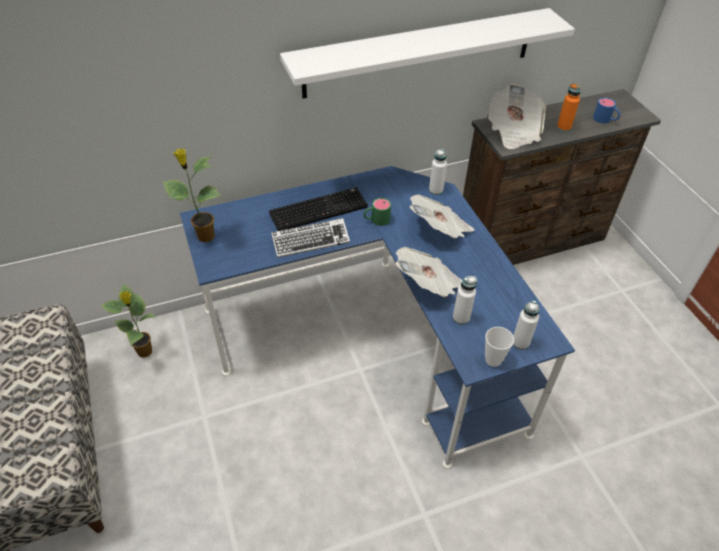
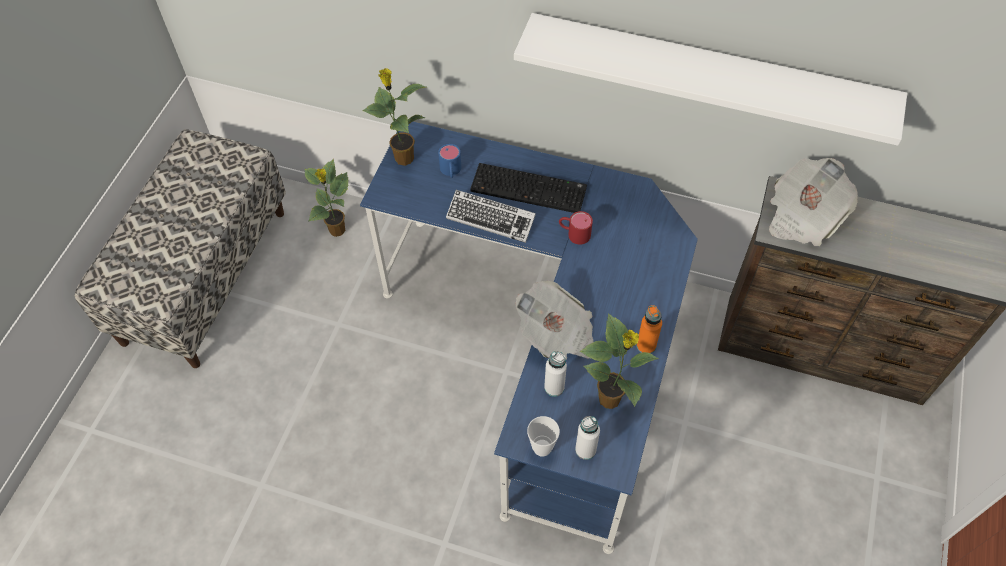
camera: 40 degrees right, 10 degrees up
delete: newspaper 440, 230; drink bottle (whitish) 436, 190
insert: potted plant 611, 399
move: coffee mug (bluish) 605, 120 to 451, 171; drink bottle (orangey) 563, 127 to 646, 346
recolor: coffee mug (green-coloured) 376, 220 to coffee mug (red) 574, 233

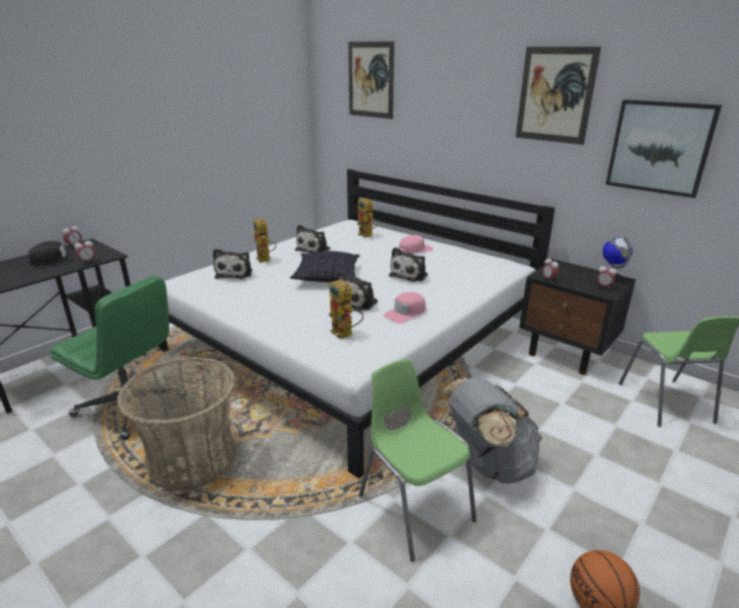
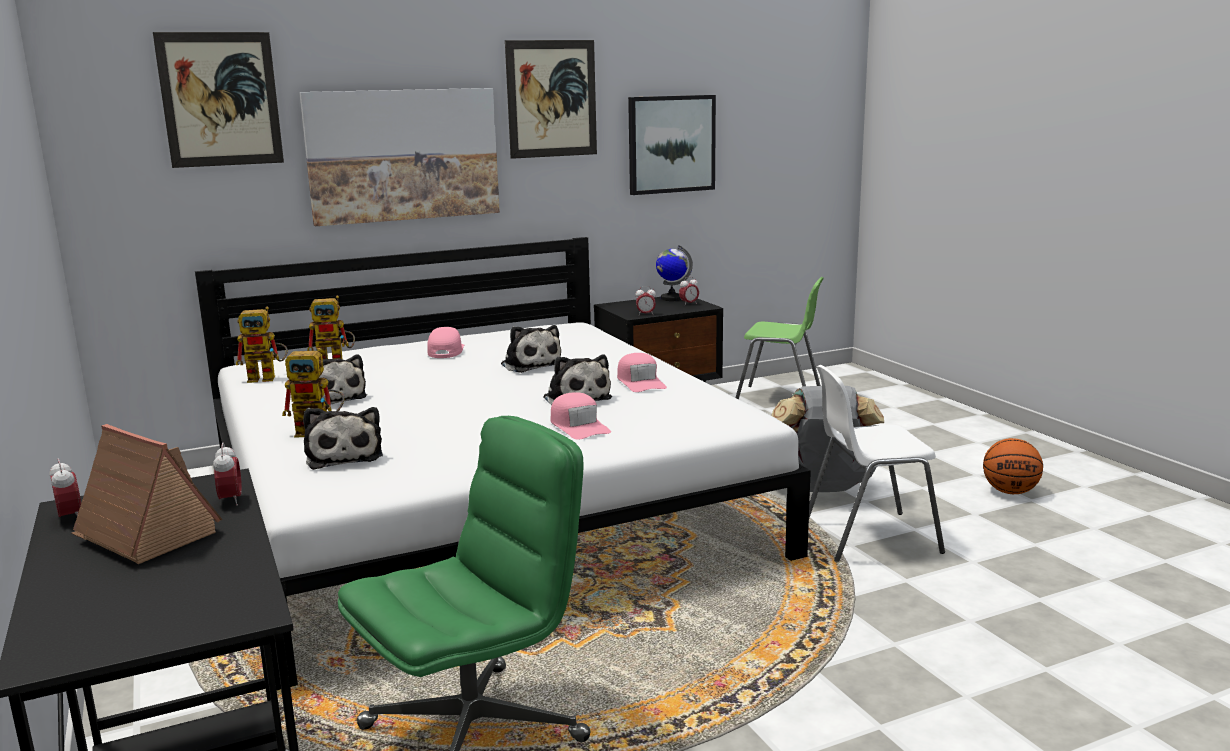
camera: 65 degrees left, 10 degrees down
delete: basket 192, 459; cushion 327, 277
insert: wall art 403, 155; baseball cap (pinkish) 578, 426
move: robot figure 345, 334 to 268, 378
replace: baseball cap (blackish) 55, 259 to miniature house 145, 534
recolor: chair (green-coloured) 414, 508 to chair (whitish) 868, 537
rotate: cuddly toy 235, 273 = 344, 456 45 degrees clockwise

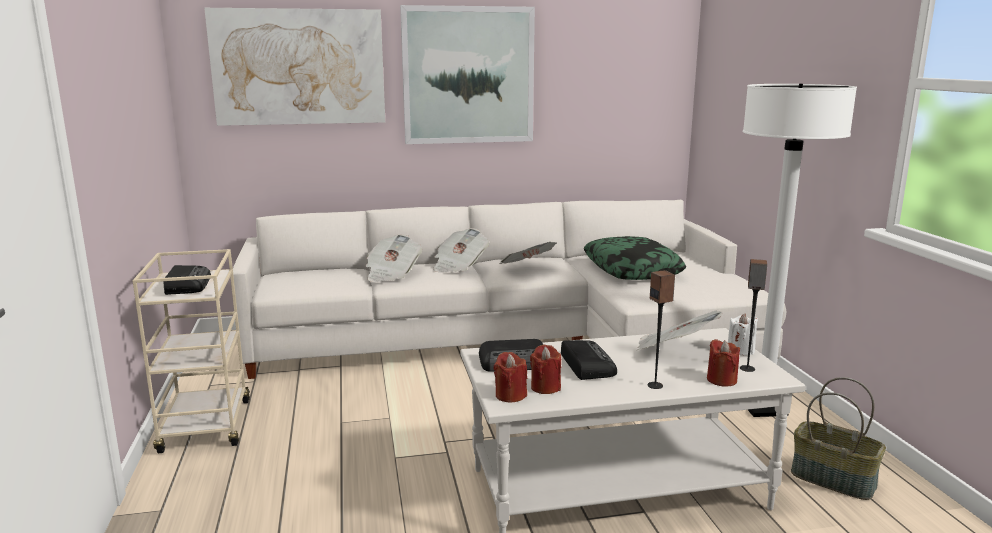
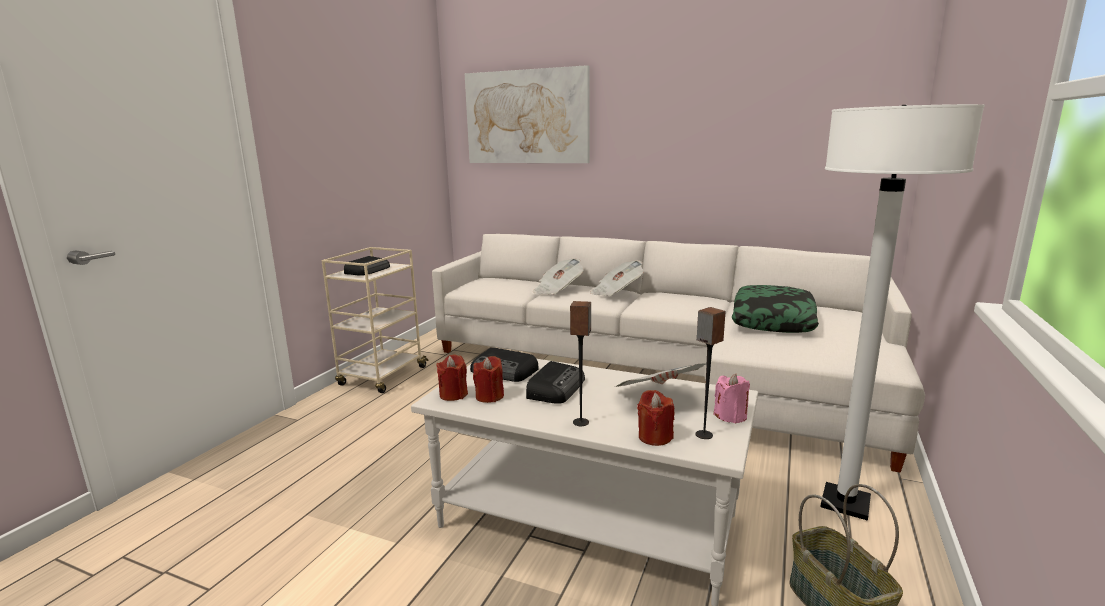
camera: 35 degrees right, 0 degrees up
delete: wall art 468, 75; newspaper 527, 268
recolor: wax light (whitish) 740, 350 to wax light (pinkish) 730, 416

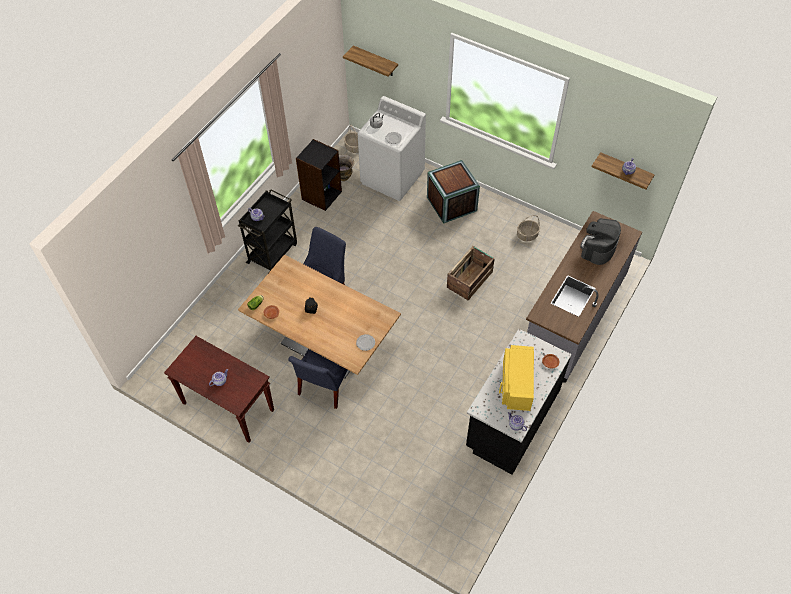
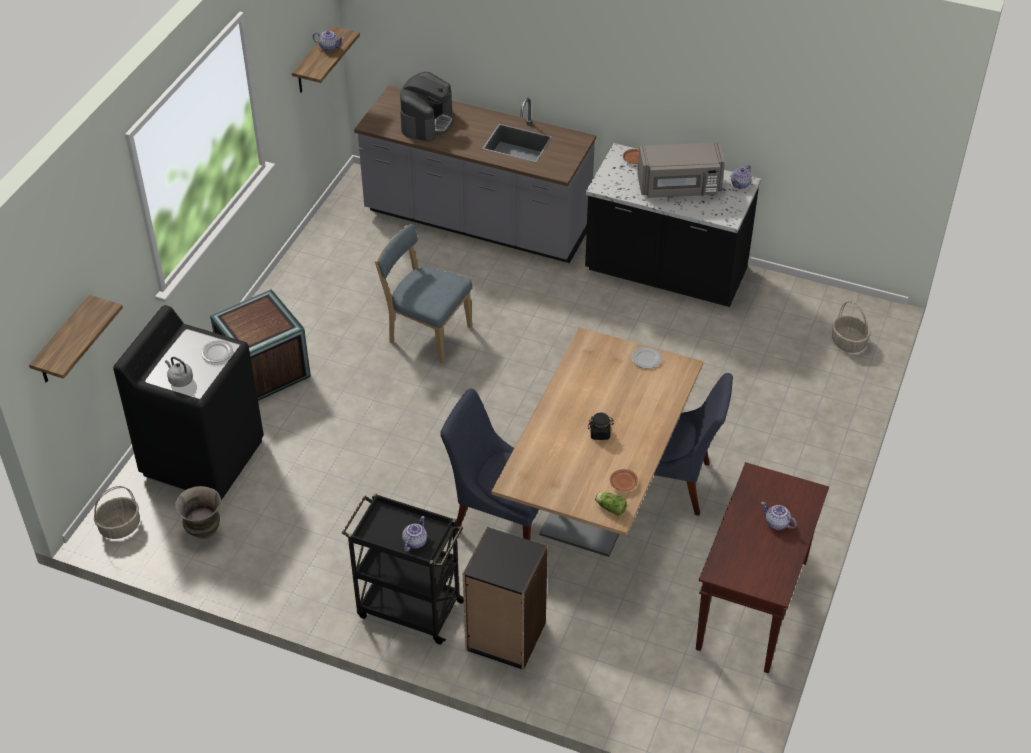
camera: 100 degrees left, 10 degrees down
move: bookcase (blackish) 321, 195 to 505, 637; basket 527, 235 to 849, 342
replace: crate 470, 279 to chair (bluish) 426, 333
recolor: laundry appliance (whitish) 392, 177 to laundry appliance (blackish) 203, 456; kitchen microwave (yellow-coloured) 516, 385 to kitchen microwave (gray) 679, 187
rotate: coffee machine 598, 248 = 427, 122 90 degrees counterclockwise

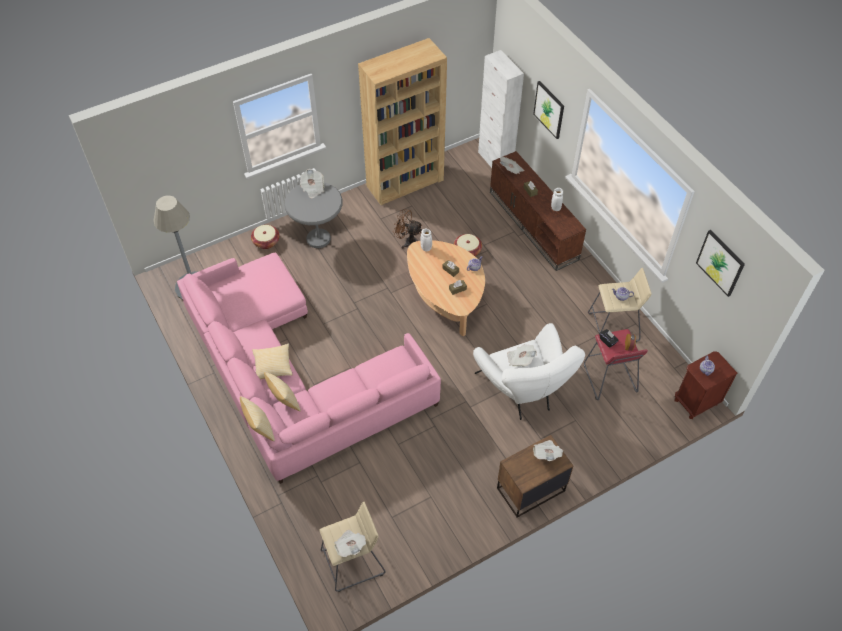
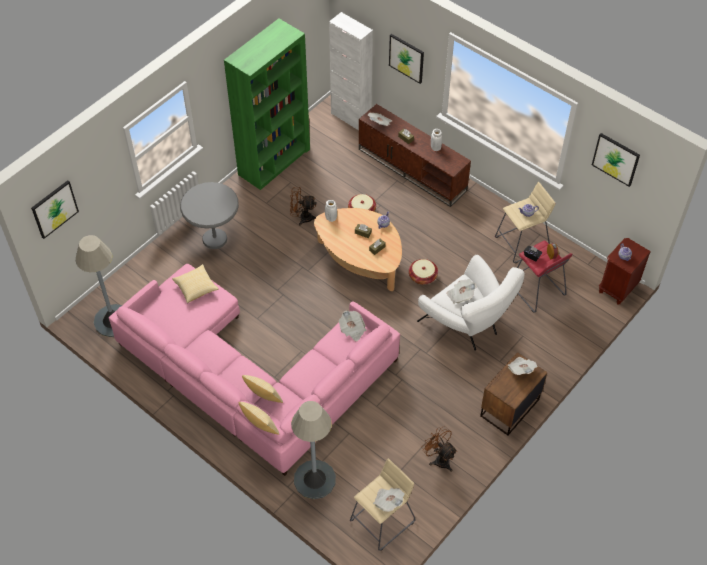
camera: 20 degrees left, 0 degrees up
insert: wall art 54, 209; standing lamp (gray) 314, 479; fan (brown) 439, 459
move: cushion 273, 366 to 196, 288; newspaper 313, 188 to 352, 330; basket 266, 242 to 422, 276
recolor: bookcase (brown) 405, 183 to bookcase (green-coloured) 274, 162

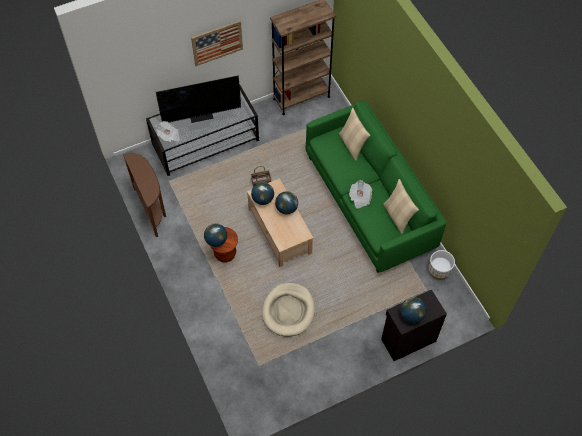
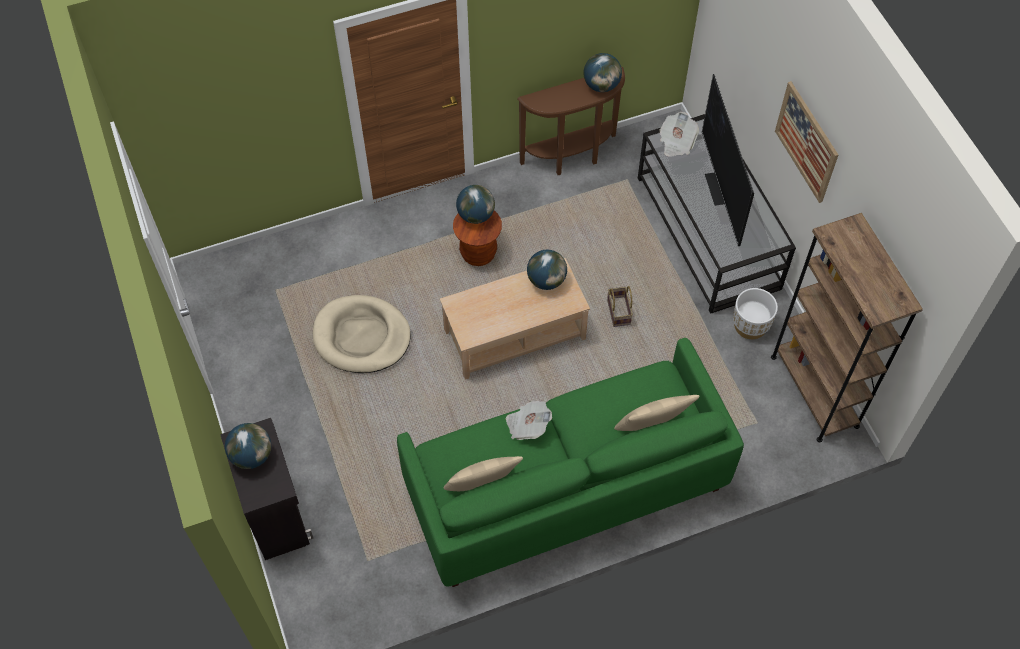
camera: 95 degrees right, 0 degrees up
move: desk globe 286, 209 to 601, 85; flower pot (whitish) 439, 271 to 750, 325

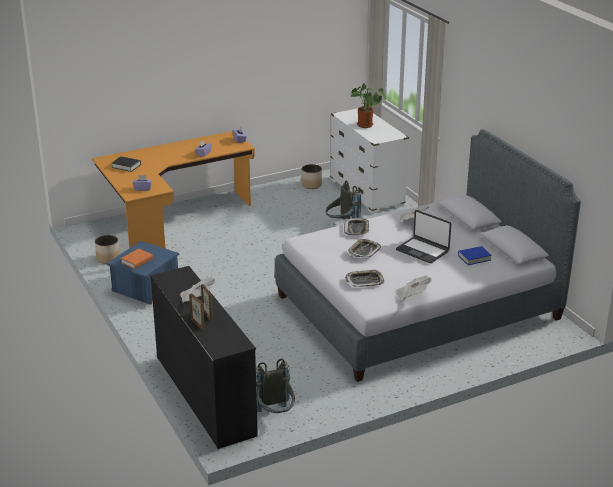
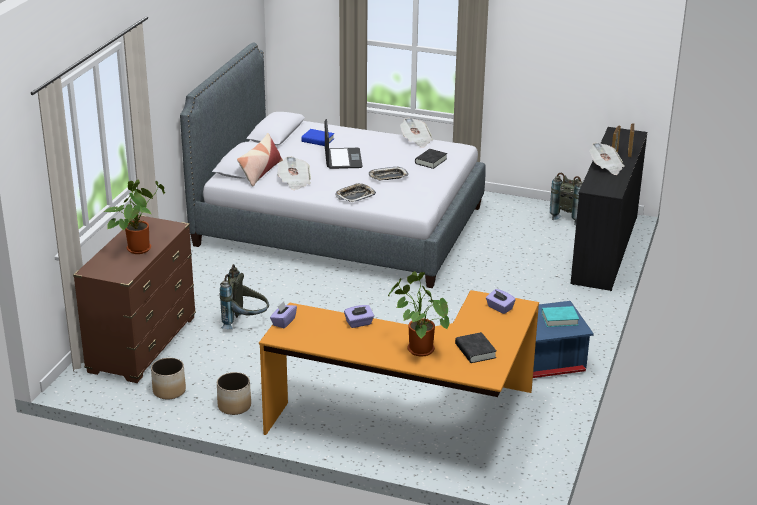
camera: 135 degrees left, 0 degrees up
insert: cushion 260, 172; potted plant 417, 349
move: flower pot 108, 258 to 234, 406
replace: carrying tray 364, 281 to book (blackish) 430, 161
recolor: dresser (whitish) 367, 193 to dresser (brown) 142, 345; book (orangey) 137, 261 to book (turquoise) 559, 319

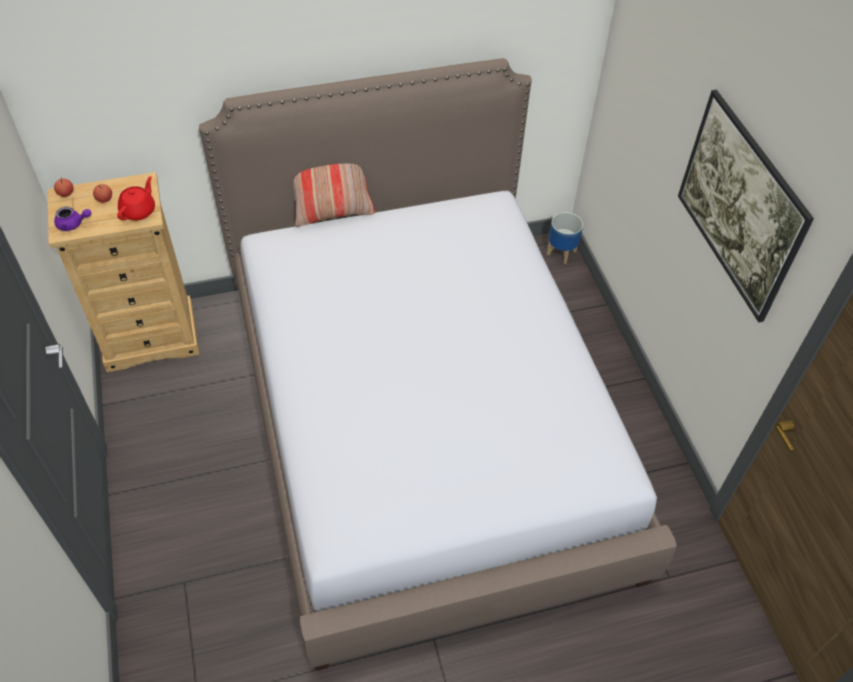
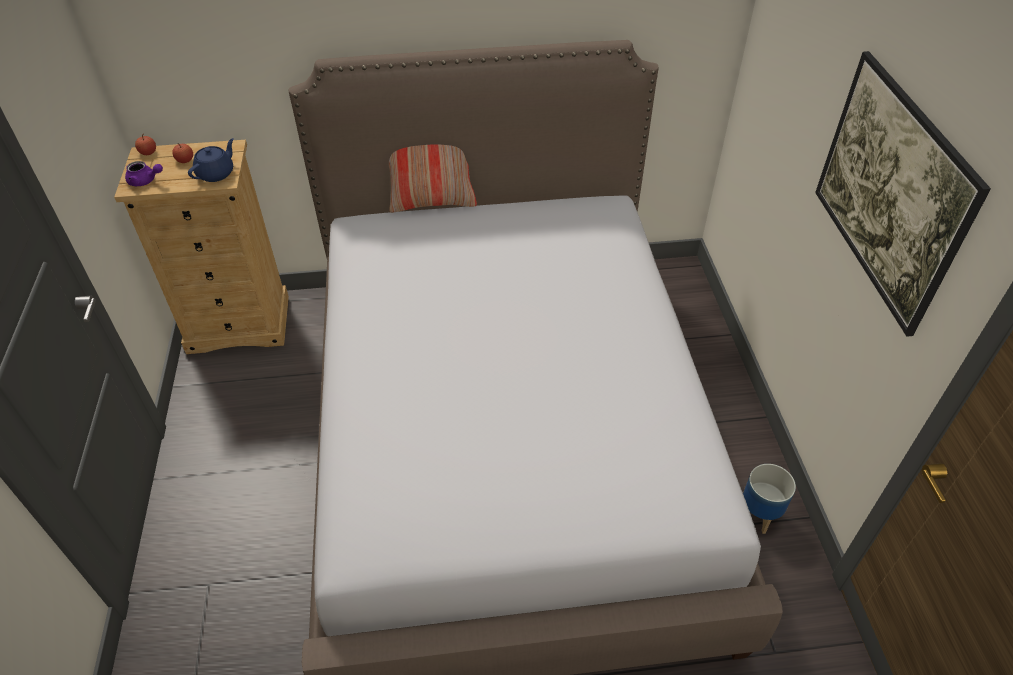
camera: 10 degrees right, 5 degrees down
move: flower pot 561, 253 to 759, 515
recolor: teapot (red) 139, 211 to teapot (bluish) 216, 173

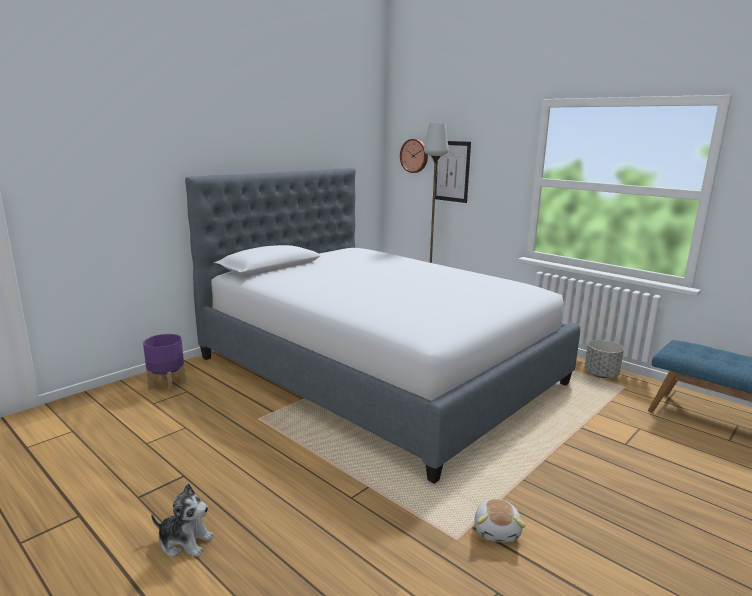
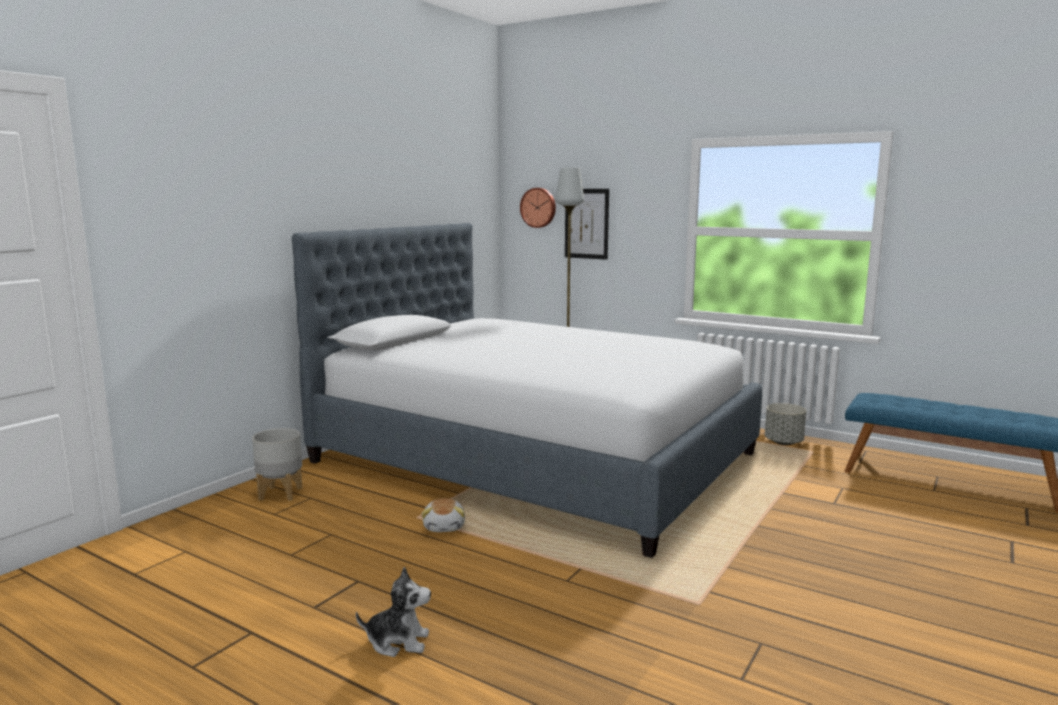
camera: 10 degrees left, 5 degrees down
move: cuddly toy 497, 530 to 445, 526
recolor: flower pot (purple-coloured) 167, 385 to flower pot (gray) 280, 493

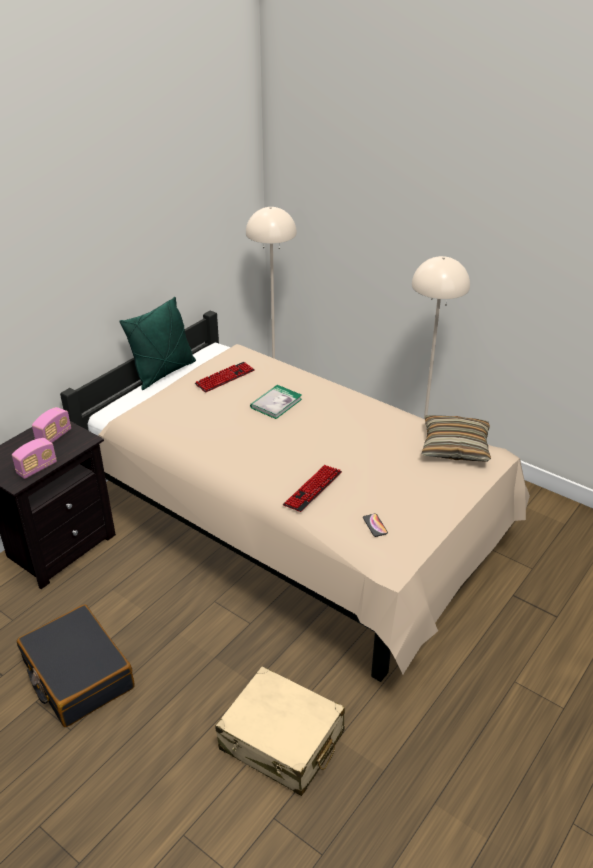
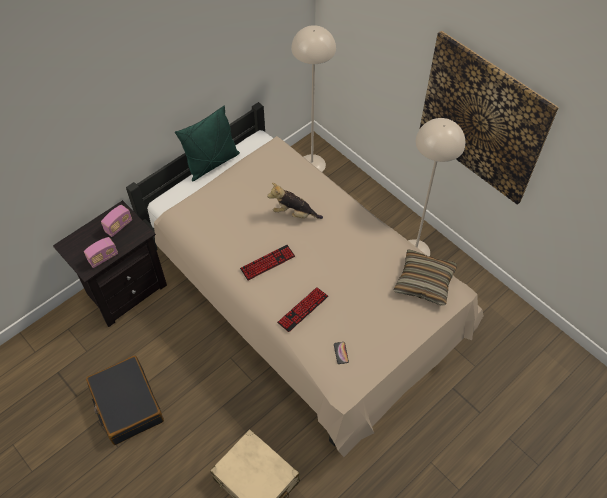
camera: 10 degrees right, 20 degrees up
insert: wall art 482, 119
move: PC keyboard 225, 378 to 267, 263
replace: book 276, 403 to cuddly toy 294, 213

